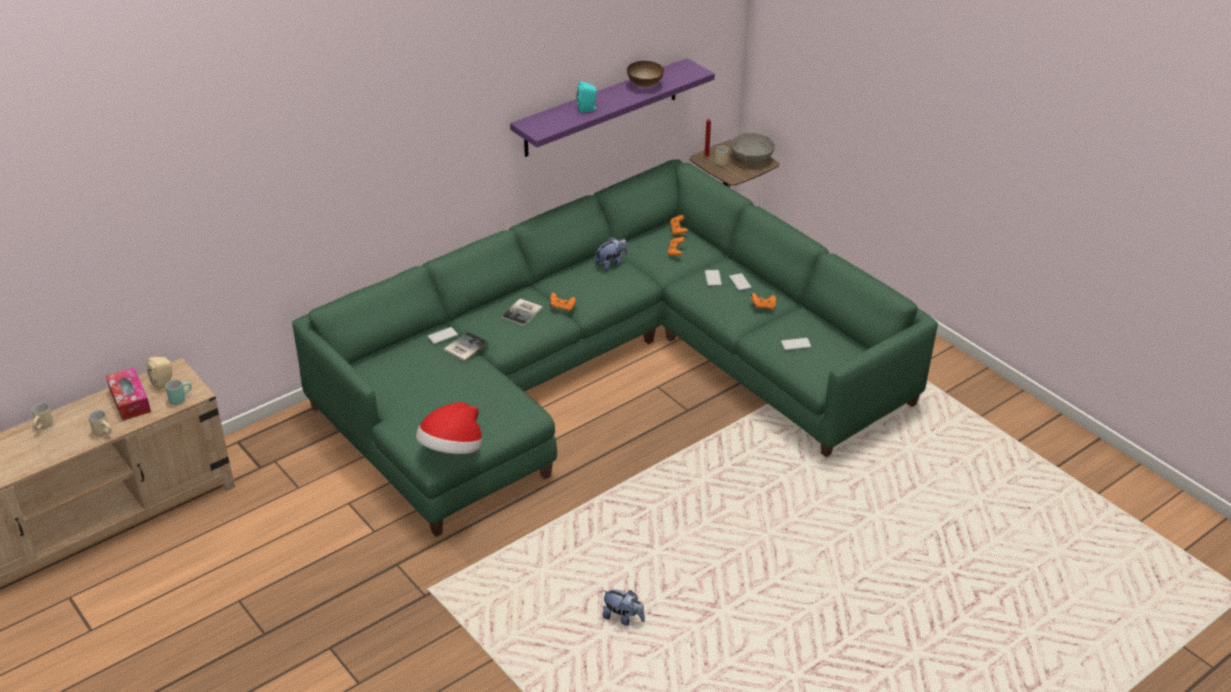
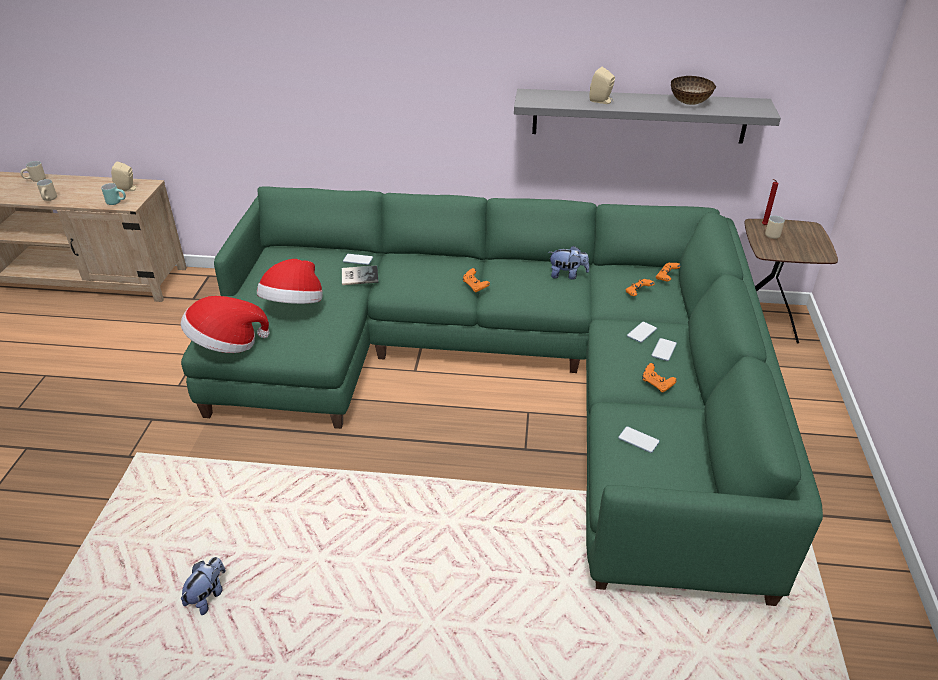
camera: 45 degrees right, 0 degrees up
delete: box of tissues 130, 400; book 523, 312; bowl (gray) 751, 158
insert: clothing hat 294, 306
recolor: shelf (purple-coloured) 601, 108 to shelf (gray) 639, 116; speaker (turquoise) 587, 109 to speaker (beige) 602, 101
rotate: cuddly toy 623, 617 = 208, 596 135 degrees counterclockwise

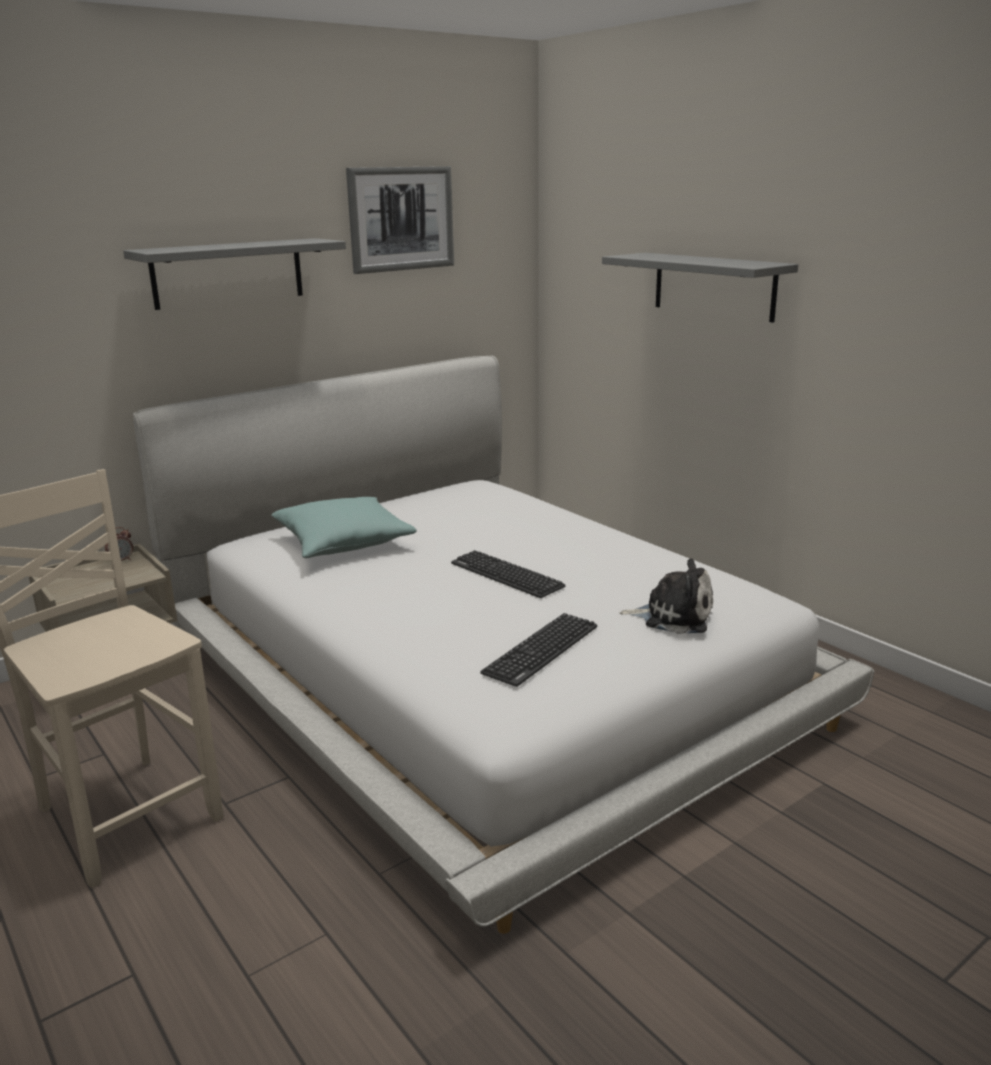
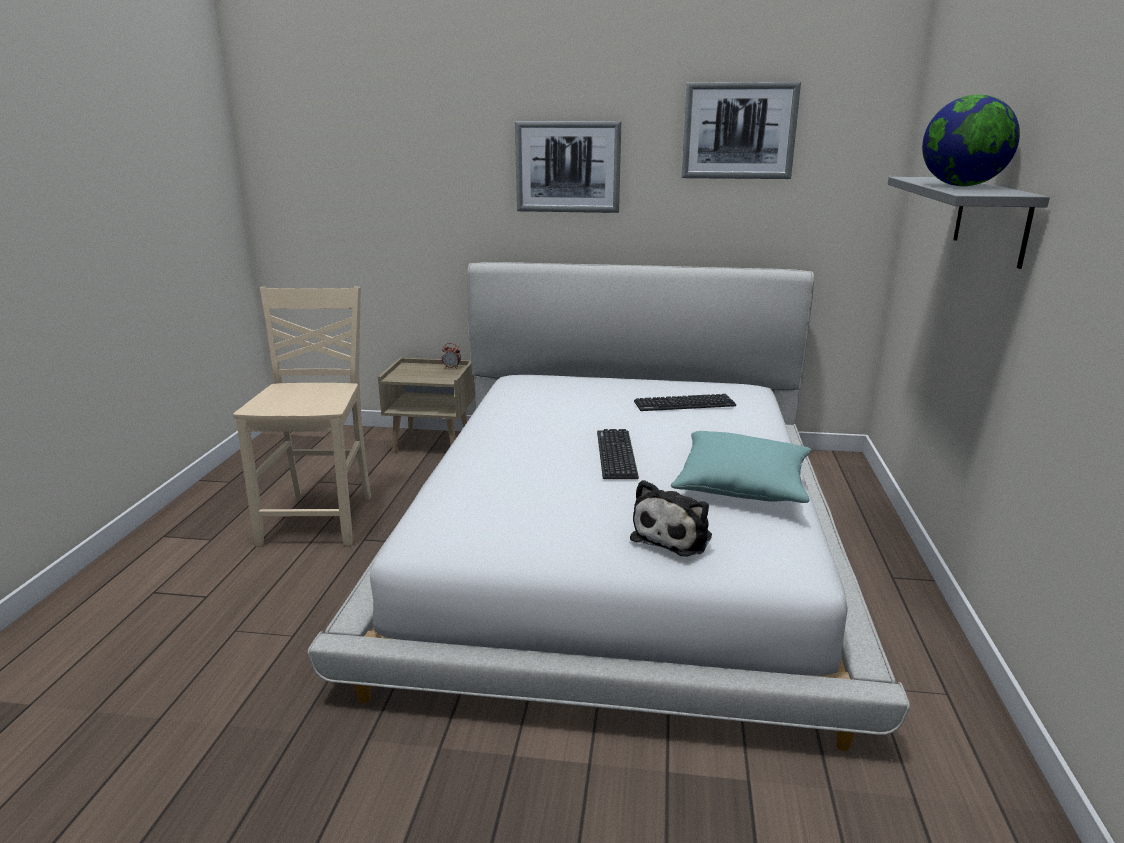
camera: 45 degrees right, 0 degrees up
insert: desk globe 961, 186
move: PC keyboard 541, 650 to 684, 404; cushion (turquoise) 343, 543 to 742, 486
replace: shelf (gray) 228, 273 to wall art 568, 167
rotate: cuddly toy 673, 616 = 674, 536 60 degrees clockwise

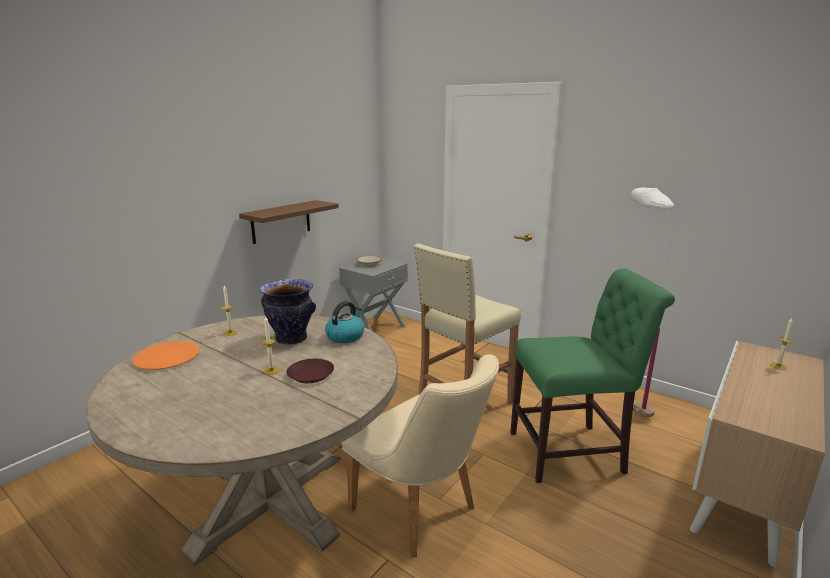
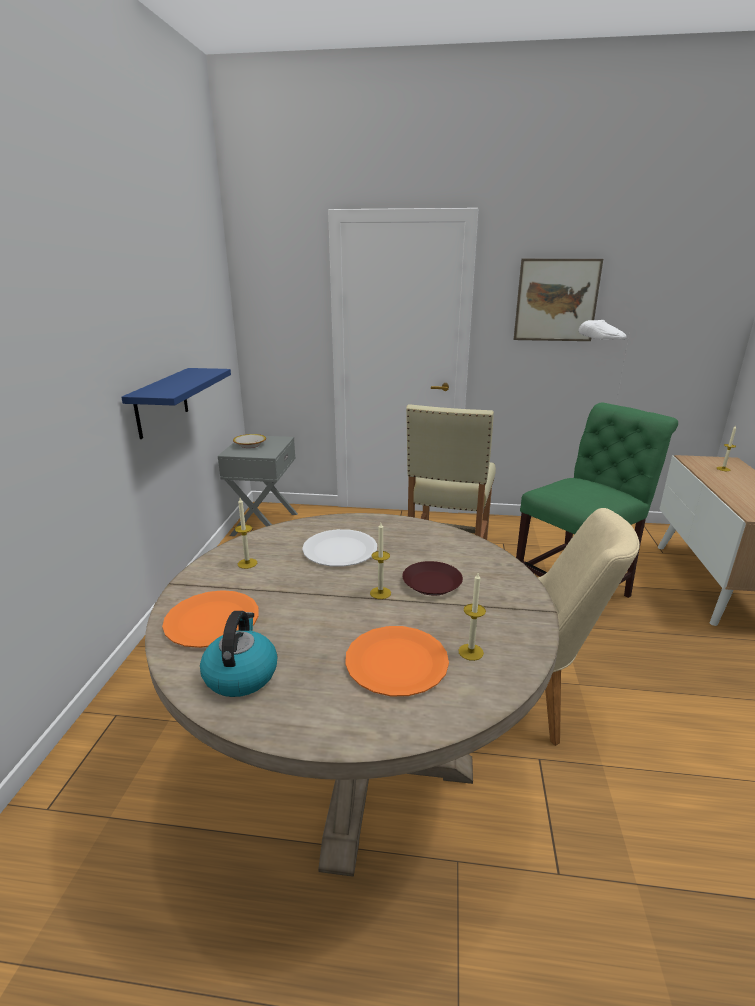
camera: 30 degrees left, 5 degrees up
insert: dinner plate (orangey) 396, 662; wax light 471, 652; wall art 556, 300
move: kettle 345, 336 to 241, 674
replace: vase 291, 339 to dinner plate (whitish) 340, 550
recolor: shelf (brown) 281, 221 to shelf (bluish) 161, 402

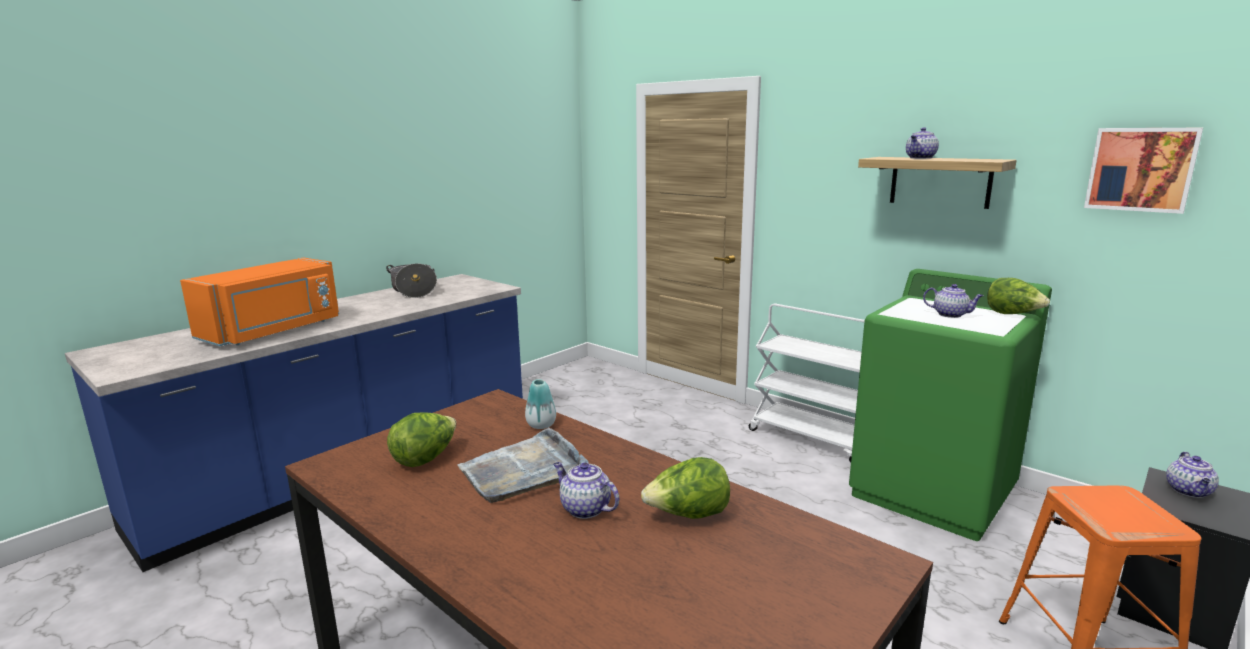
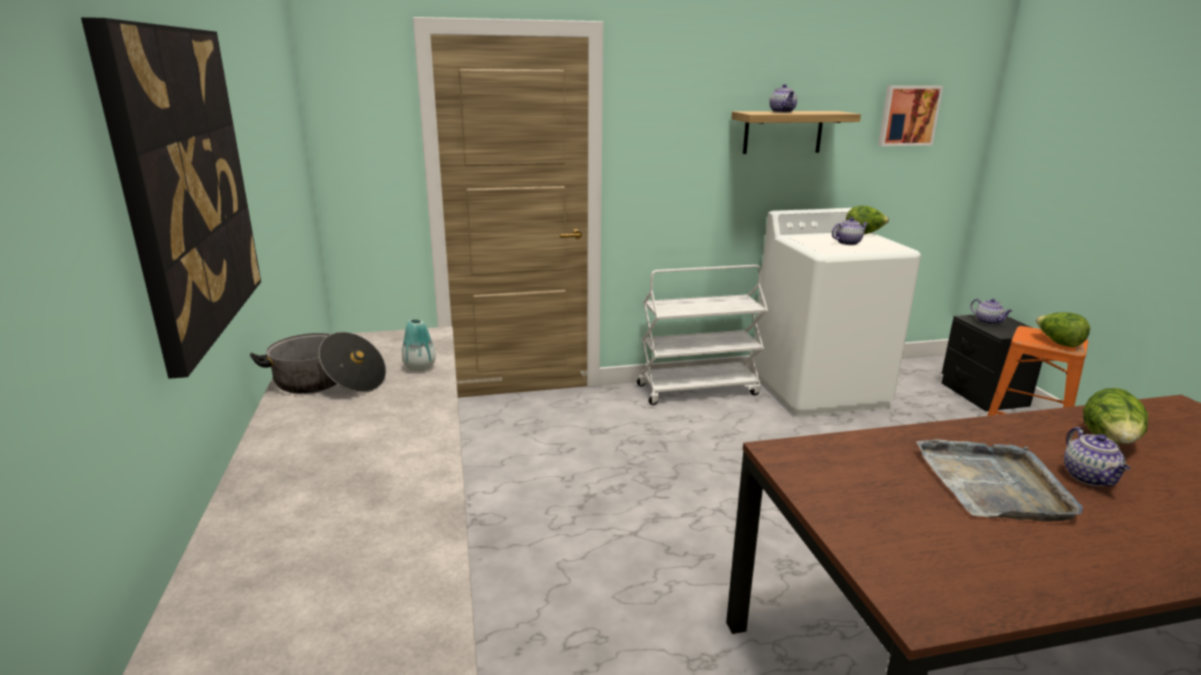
camera: 55 degrees left, 5 degrees up
delete: kitchen microwave (orangey) 274, 331
insert: wall art 185, 185
move: vase 541, 425 to 419, 367; lettuce 425, 458 to 1058, 343
recolor: laundry appliance (green-coloured) 933, 492 to laundry appliance (whitish) 819, 390
rotate: teapot 584, 508 = 1090, 478 75 degrees counterclockwise

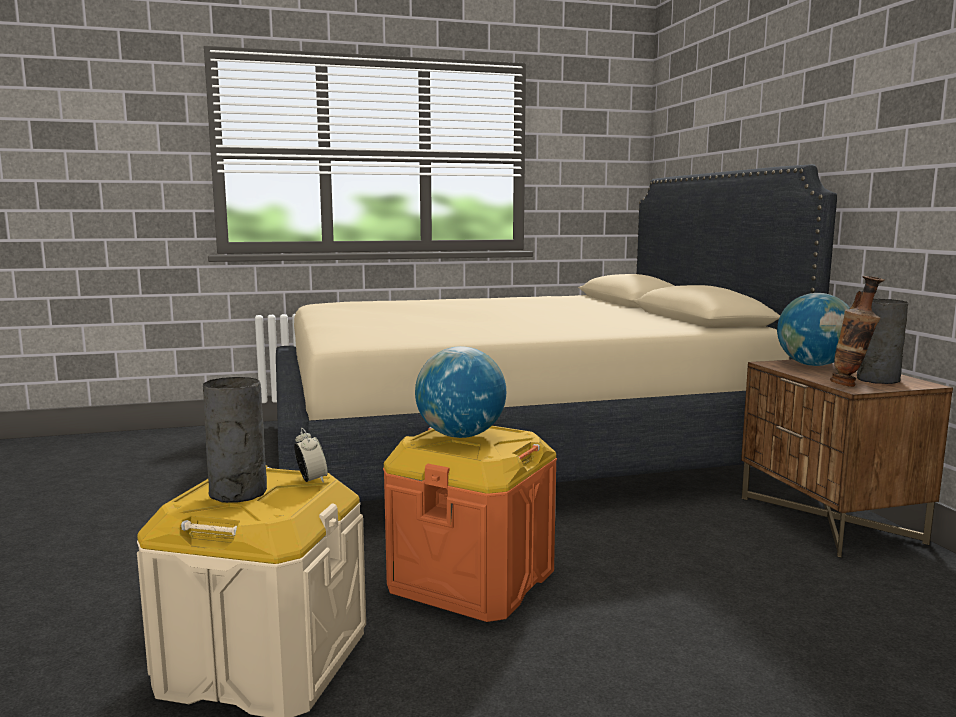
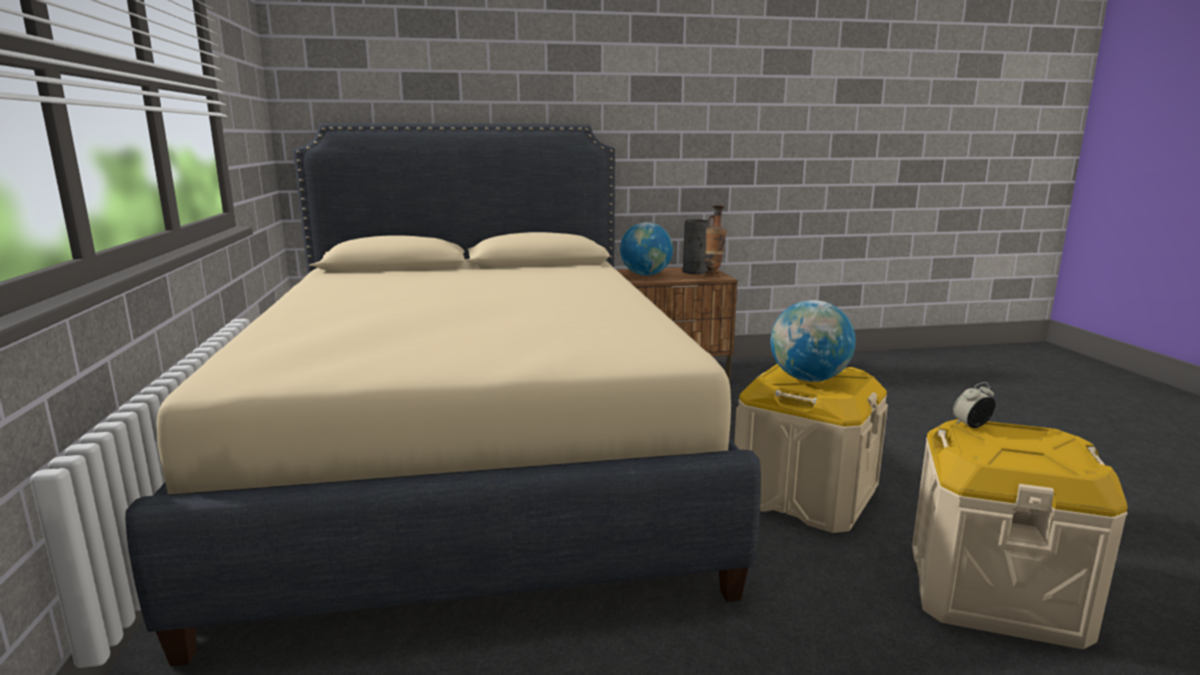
camera: 85 degrees left, 5 degrees up
delete: vase (gray) 237, 493
recolor: storage box (orangey) 471, 579 to storage box (beige) 804, 496

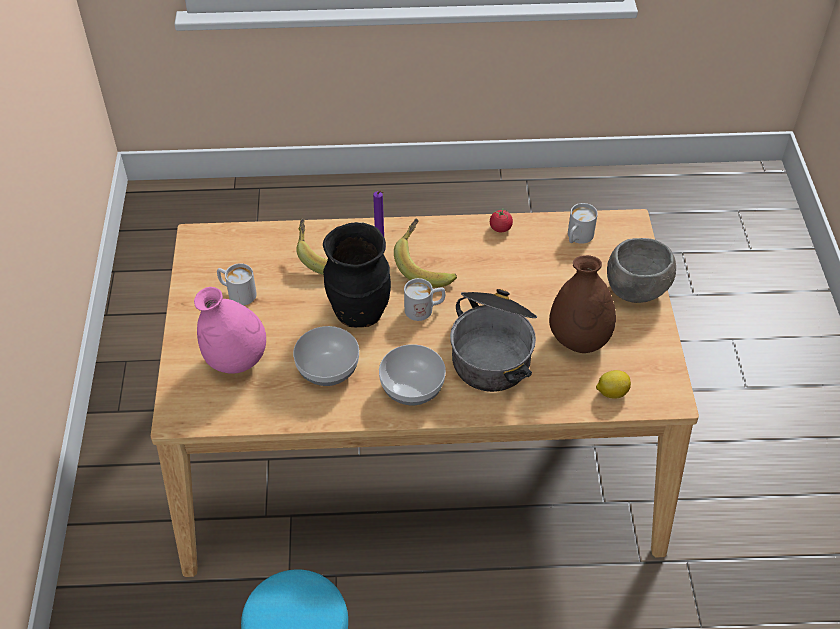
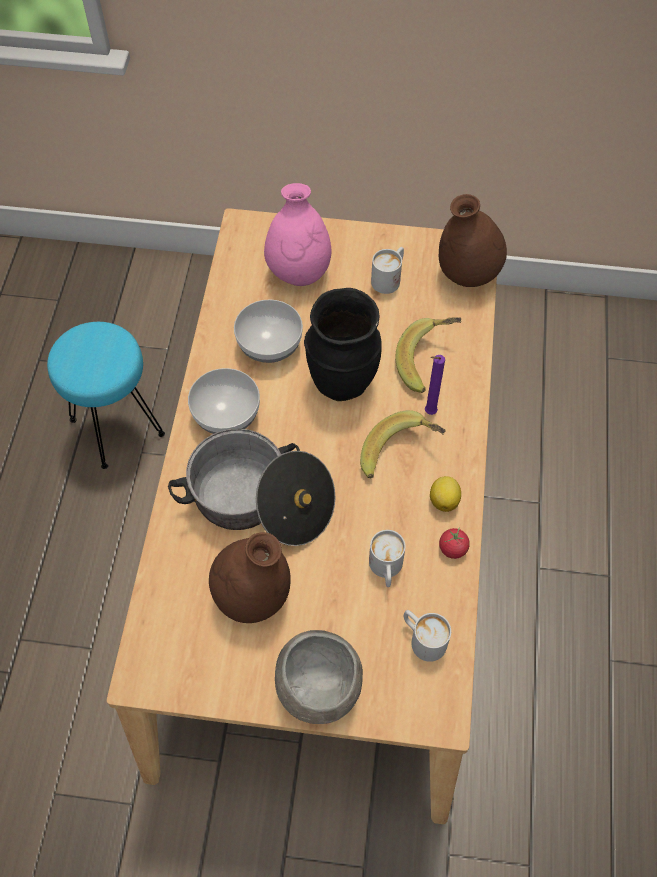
camera: 100 degrees right, 10 degrees up
insert: vase (brown) 467, 275
move: coffee mug (whitish) 424, 309 to 386, 569; lemon 611, 392 to 444, 500

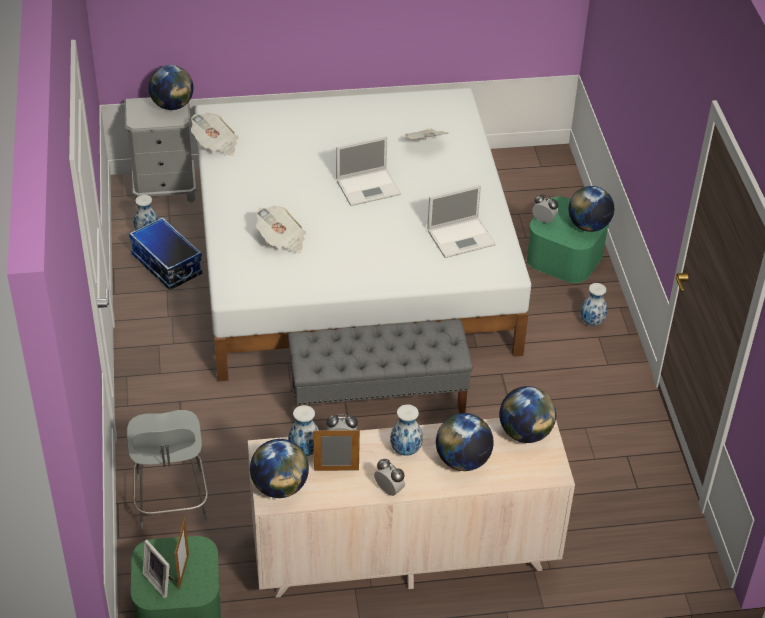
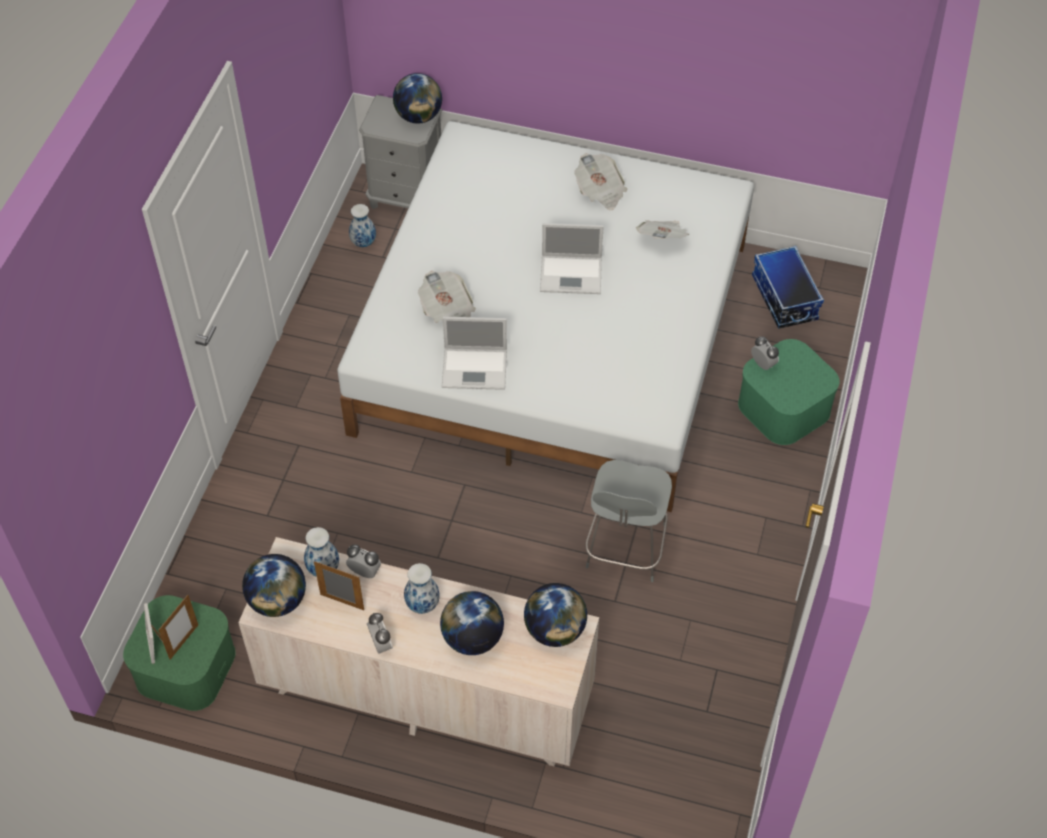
camera: 25 degrees right, 10 degrees up
delete: indoor bench (gray) 378, 399; desk globe 588, 226; vase 592, 322
move: notebook computer 462, 237 to 476, 368; newspaper 215, 145 to 600, 191; chair (gray) 171, 502 to 625, 549; storage box 166, 265 to 783, 298

